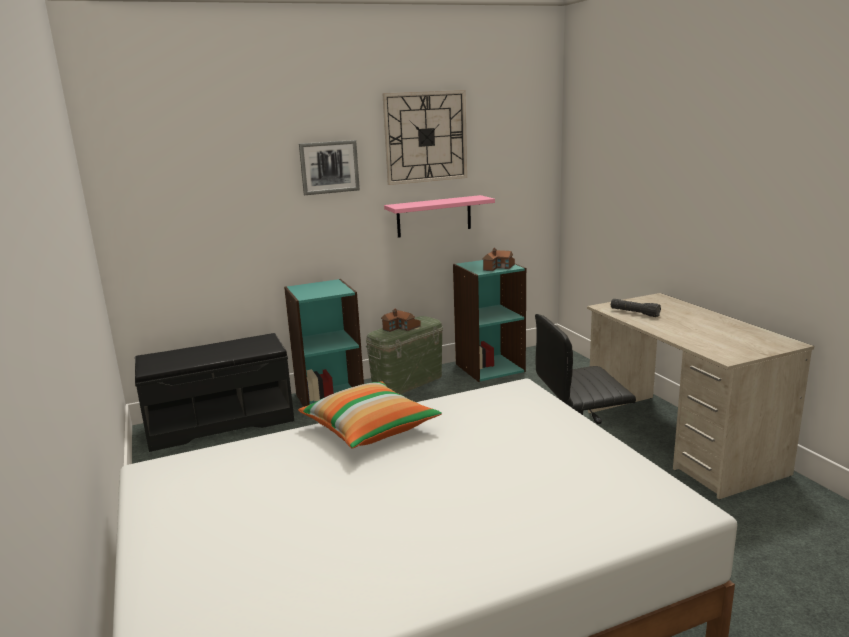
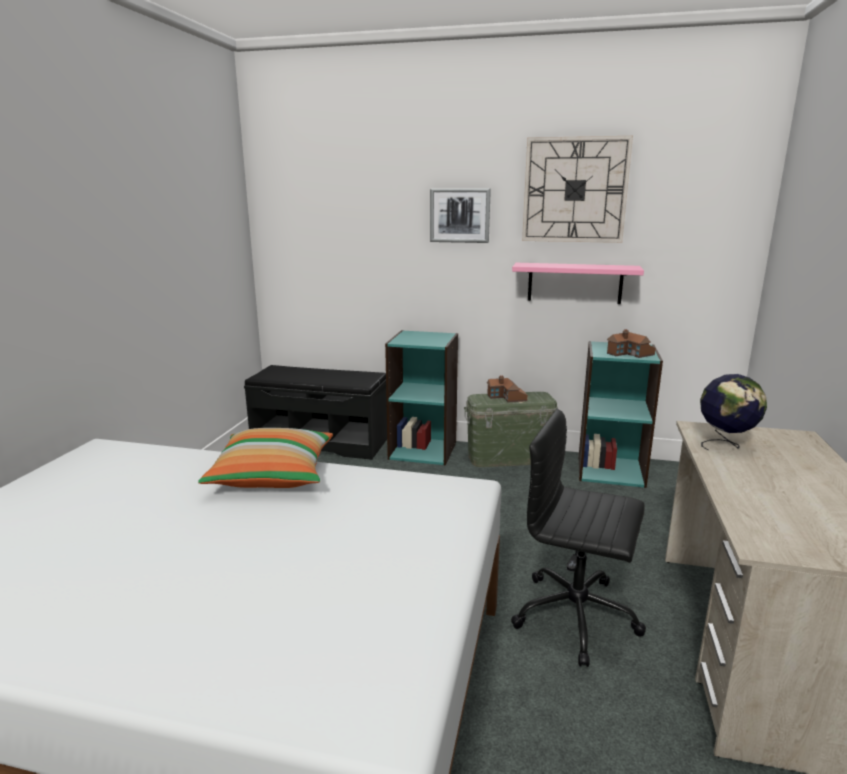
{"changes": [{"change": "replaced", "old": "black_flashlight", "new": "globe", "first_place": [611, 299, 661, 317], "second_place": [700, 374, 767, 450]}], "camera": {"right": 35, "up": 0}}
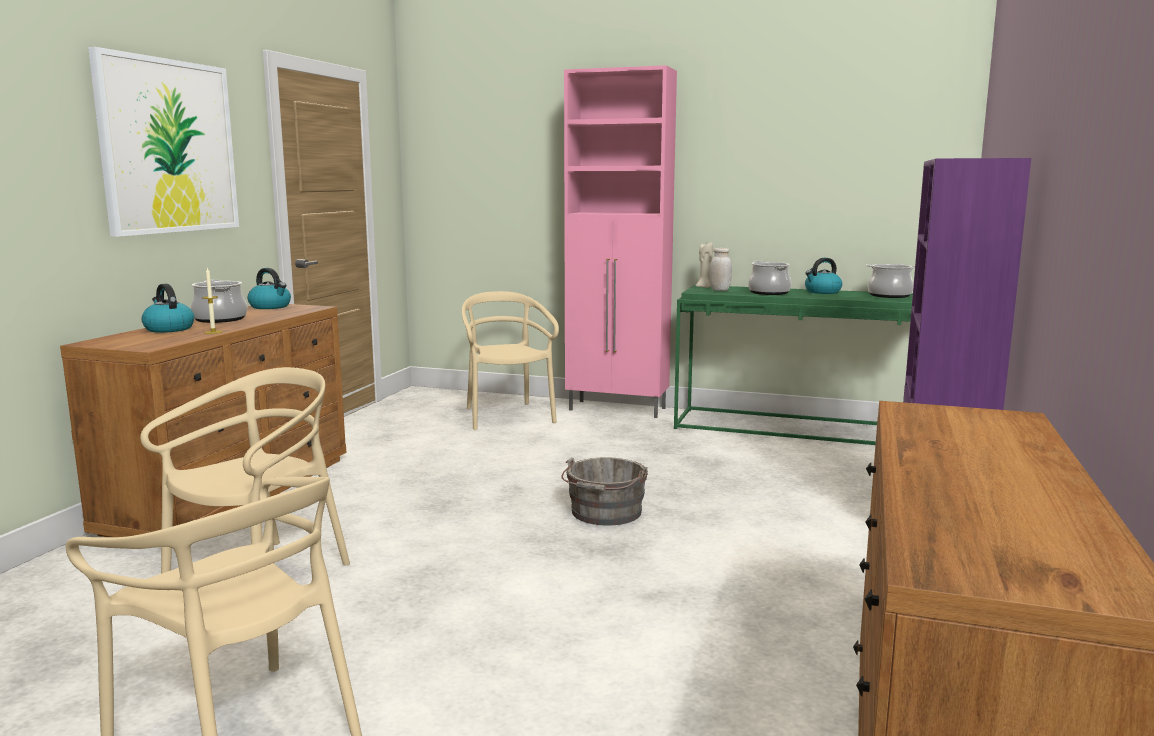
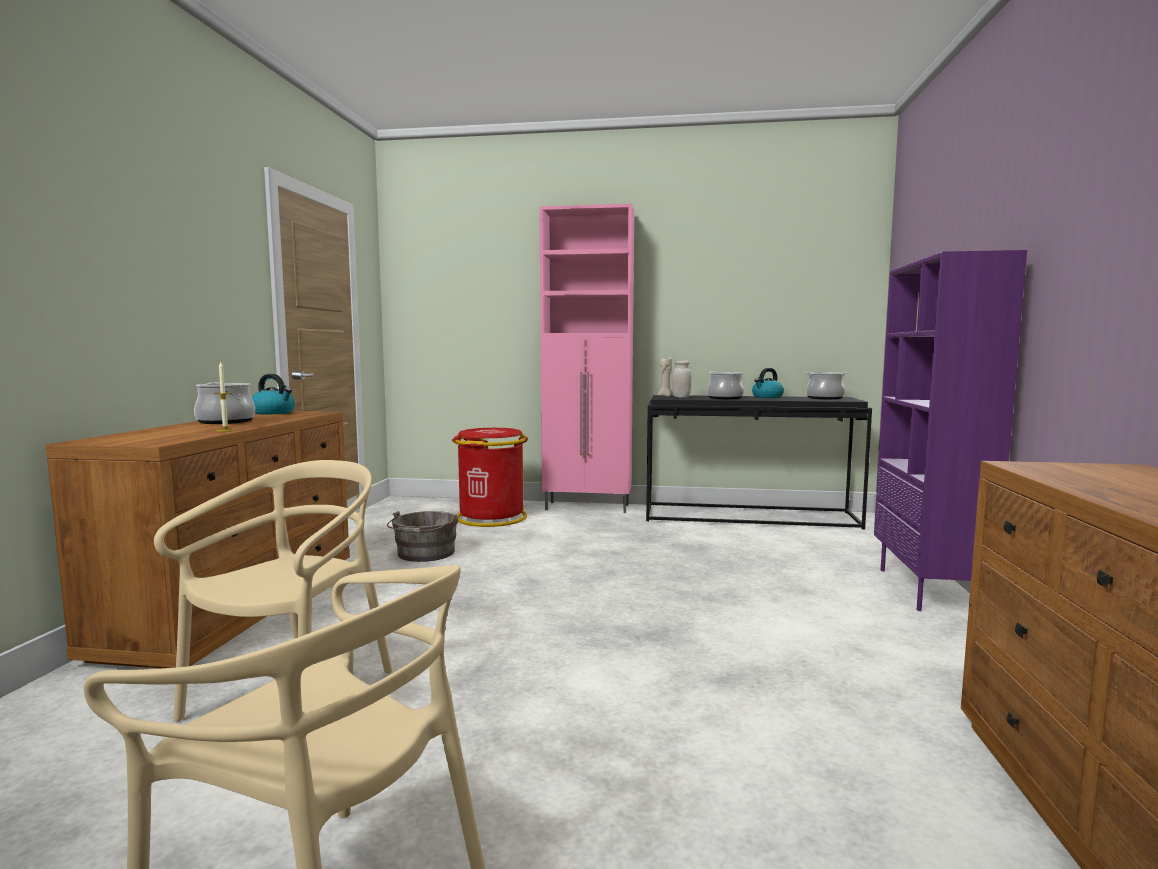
{"changes": [{"change": "removed", "old": "picture", "first_place": [88, 47, 239, 237]}, {"change": "removed", "old": "kettle", "first_place": [141, 284, 194, 333]}, {"change": "replaced", "old": "beige_chair", "new": "red_trash_can", "first_place": [462, 291, 559, 430], "second_place": [452, 428, 528, 527]}, {"change": "moved", "old": "grey_bucket", "first_place": [561, 457, 648, 526], "second_place": [387, 511, 458, 562]}, {"change": "recoloured", "old": "green_console_table", "new": "black_console_table", "first_place": [674, 285, 913, 445], "second_place": [646, 395, 872, 530]}], "camera": {"right": -10, "up": -5}}
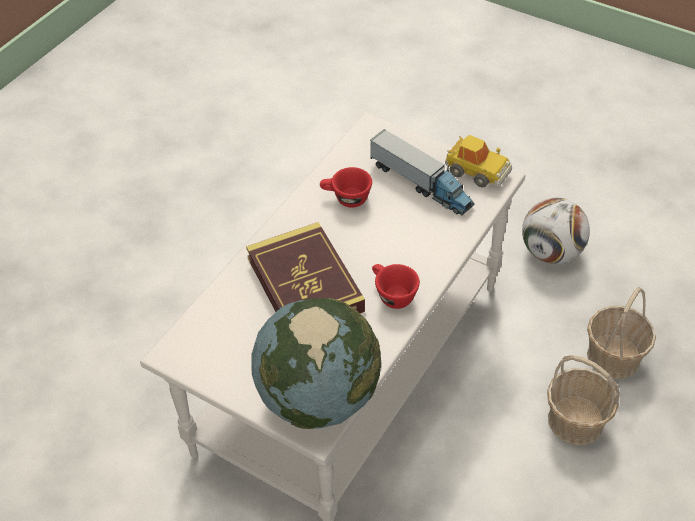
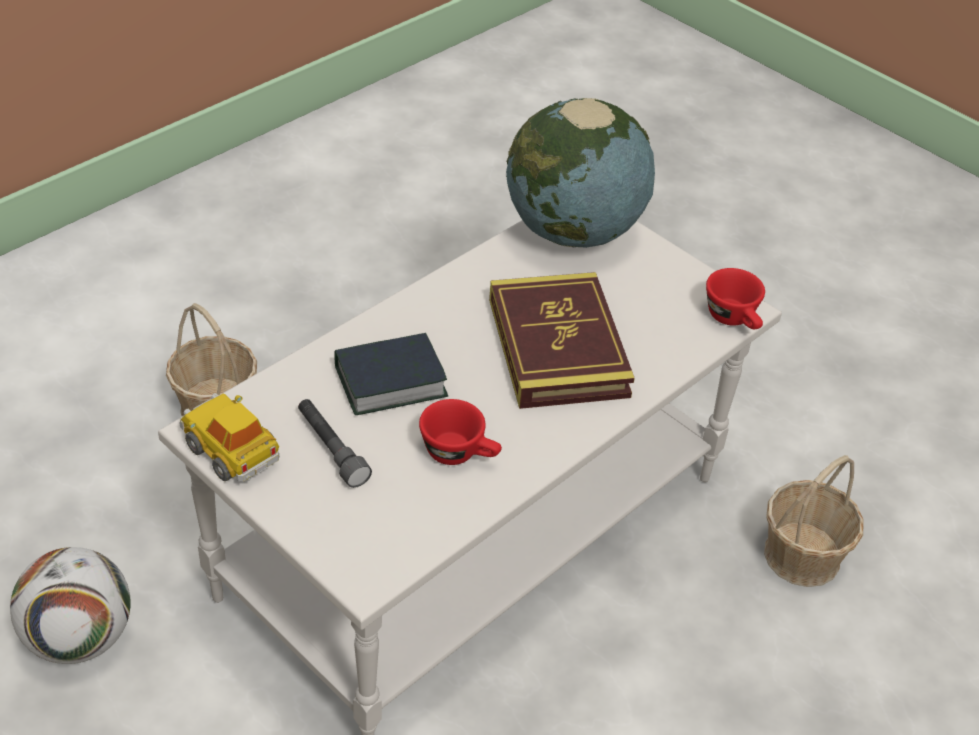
{"changes": [{"change": "replaced", "old": "toy_truck", "new": "grey_flashlight", "first_place": [370, 129, 475, 215], "second_place": [298, 399, 372, 488]}, {"change": "moved", "old": "red_cup", "first_place": [372, 264, 420, 309], "second_place": [706, 268, 765, 329]}, {"change": "moved", "old": "basket", "first_place": [587, 287, 656, 379], "second_place": [764, 455, 864, 587]}, {"change": "added", "new": "book", "second_place": [334, 333, 448, 415]}], "camera": {"right": -170, "up": -5}}
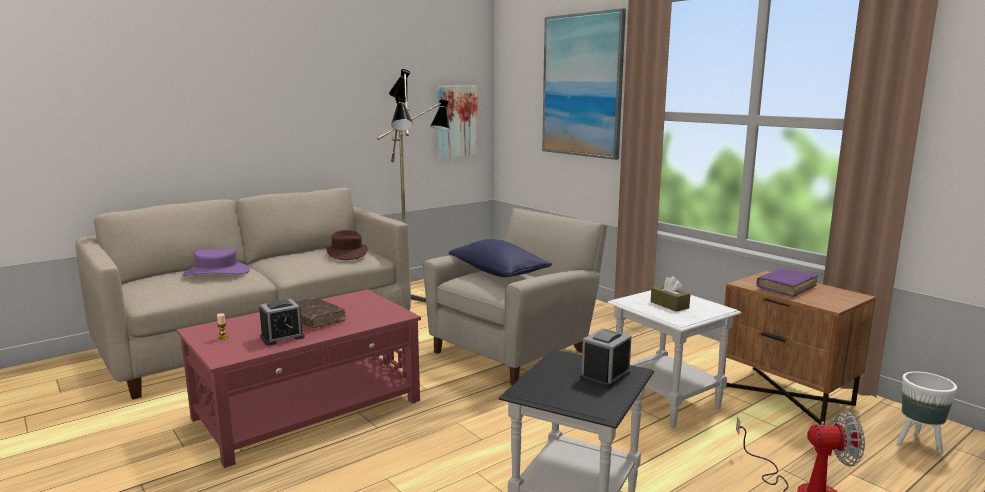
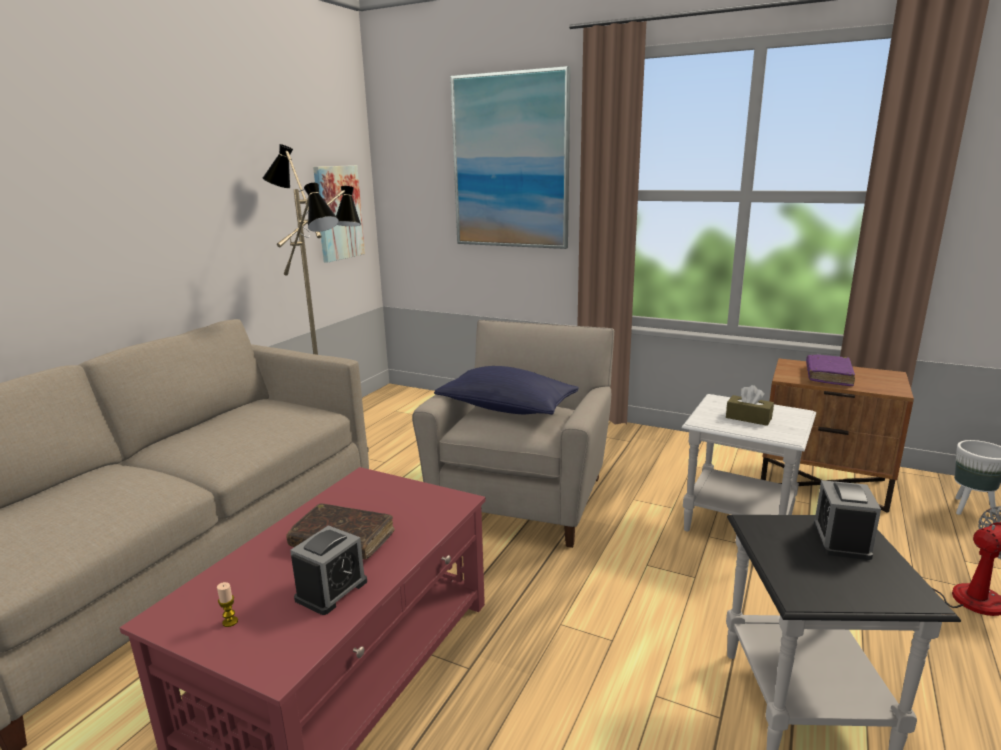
{"changes": [{"change": "removed", "old": "purple_hat", "first_place": [183, 249, 250, 276]}, {"change": "removed", "old": "brown_hat", "first_place": [326, 230, 368, 260]}], "camera": {"right": -25, "up": 5}}
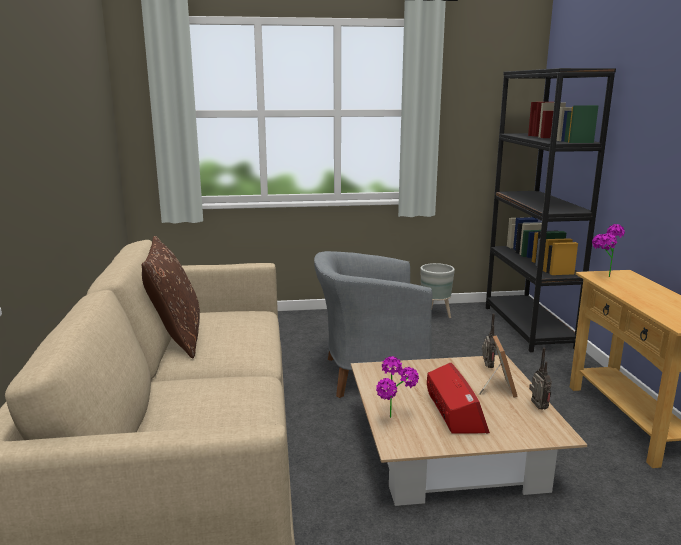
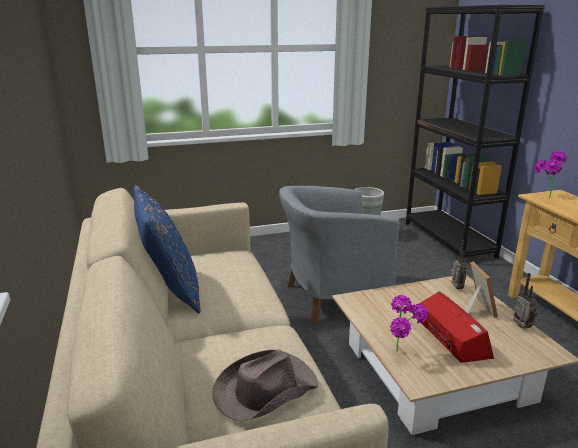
{"changes": [{"change": "recoloured", "old": "brown_pillow", "new": "blue_pillow", "first_place": [141, 236, 200, 359], "second_place": [134, 185, 201, 313]}, {"change": "added", "new": "brown_hat", "second_place": [212, 350, 318, 422]}], "camera": {"right": -10, "up": 5}}
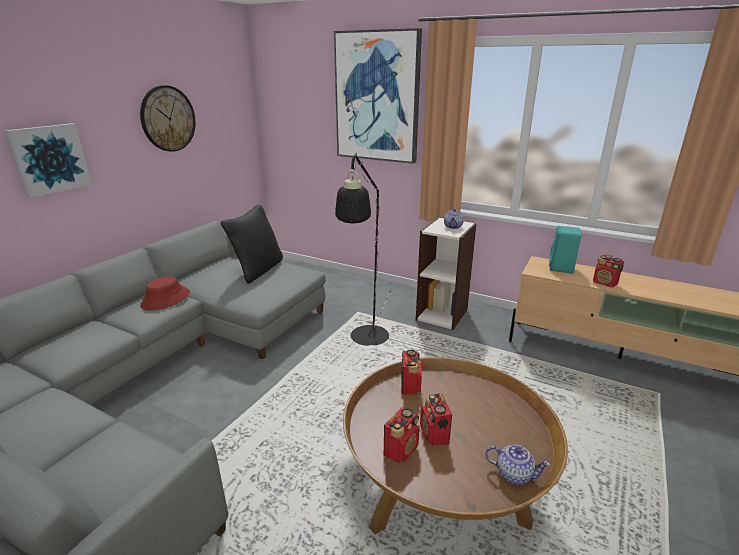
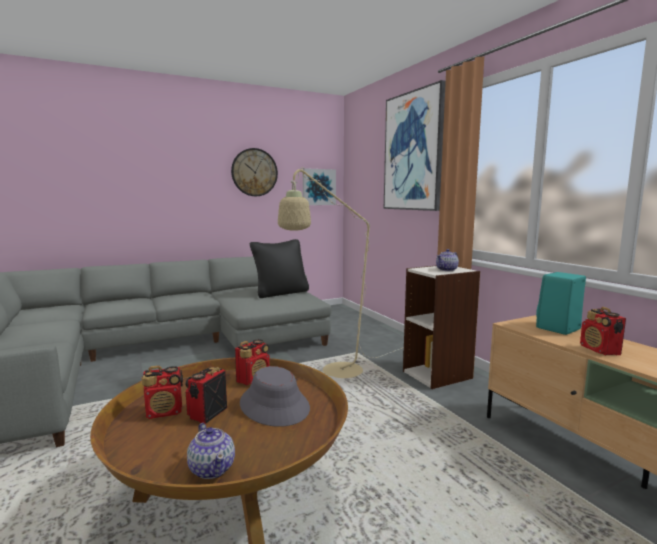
{"changes": [{"change": "moved", "old": "picture", "first_place": [5, 123, 92, 198], "second_place": [303, 168, 336, 205]}, {"change": "removed", "old": "red_hat", "first_place": [140, 276, 190, 310]}, {"change": "recoloured", "old": "black_floor_lamp", "new": "beige_floor_lamp", "first_place": [335, 153, 391, 346], "second_place": [278, 167, 404, 378]}, {"change": "added", "new": "grey_hat", "second_place": [240, 366, 310, 427]}], "camera": {"right": 35, "up": -15}}
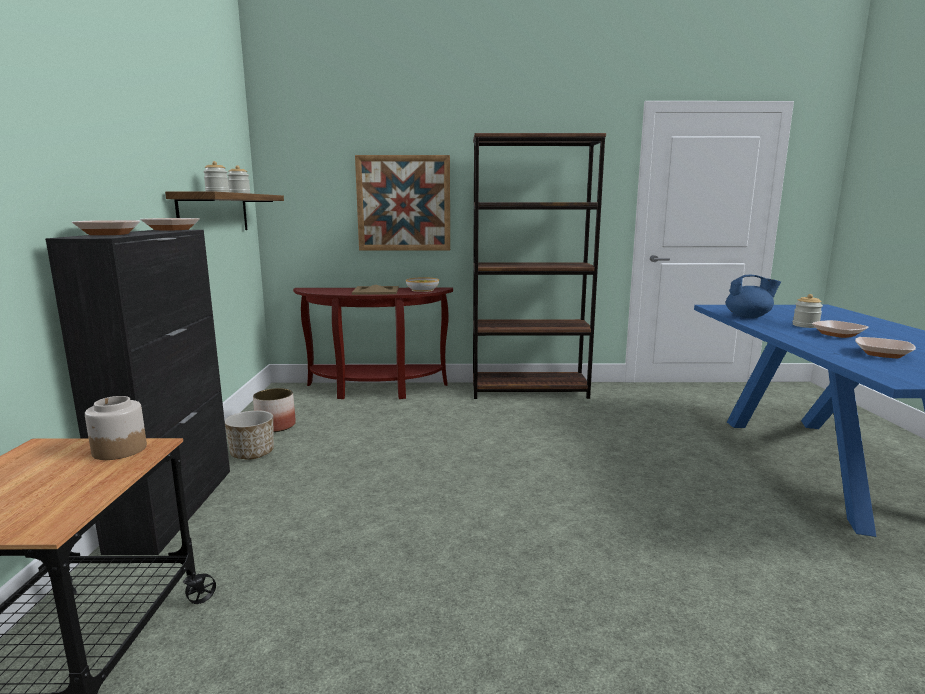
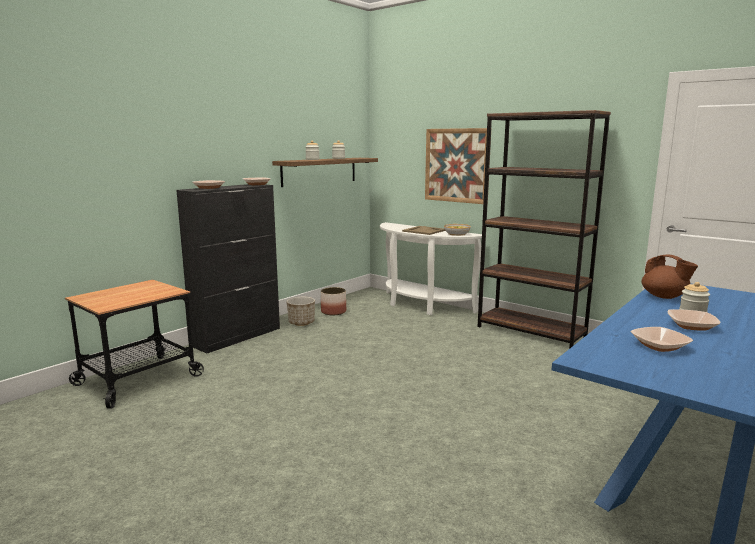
{"changes": [{"change": "removed", "old": "jar", "first_place": [85, 396, 147, 460]}, {"change": "recoloured", "old": "brown_console_table", "new": "white_console_table", "first_place": [293, 288, 453, 399], "second_place": [380, 222, 482, 315]}, {"change": "recoloured", "old": "blue_teapot", "new": "brown_teapot", "first_place": [726, 275, 781, 318], "second_place": [641, 255, 698, 299]}], "camera": {"right": 40, "up": 0}}
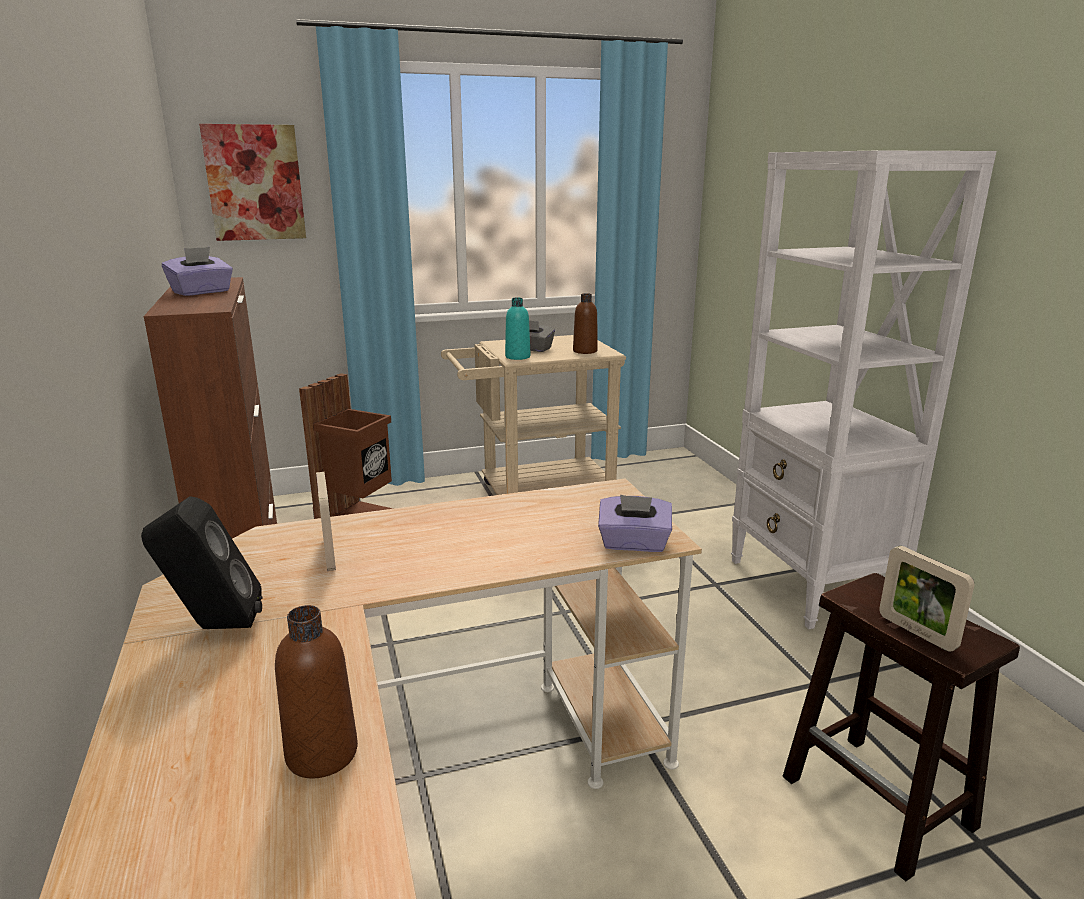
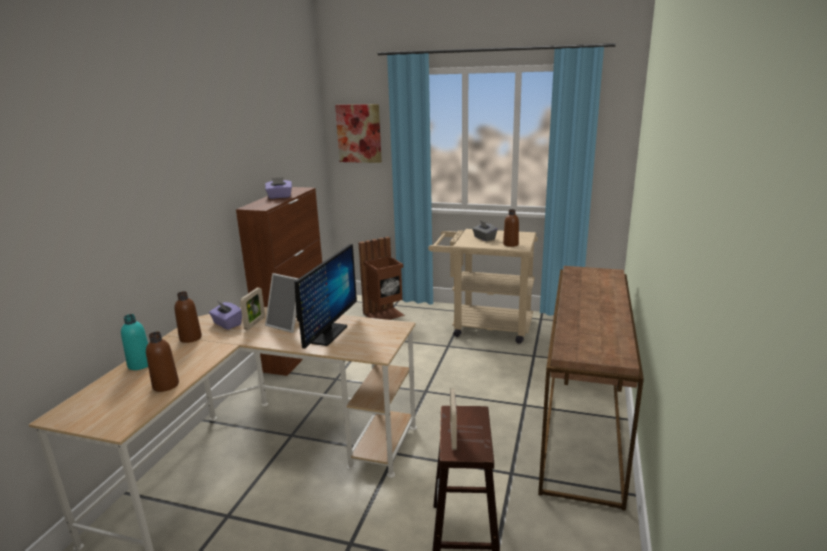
{"changes": [{"change": "replaced", "old": "black_speaker", "new": "brown_bottle", "first_place": [141, 496, 262, 629], "second_place": [174, 291, 202, 343]}, {"change": "moved", "old": "turquoise_bottle", "first_place": [505, 297, 530, 360], "second_place": [121, 314, 148, 370]}, {"change": "moved", "old": "purple_tissue_box", "first_place": [598, 495, 672, 552], "second_place": [209, 302, 242, 330]}, {"change": "replaced", "old": "white_bookcase", "new": "brown_console_table", "first_place": [731, 150, 996, 629], "second_place": [538, 266, 644, 511]}, {"change": "added", "new": "picture_frame", "second_place": [265, 273, 299, 333]}, {"change": "added", "new": "monitor", "second_place": [294, 244, 357, 349]}], "camera": {"right": 35, "up": 0}}
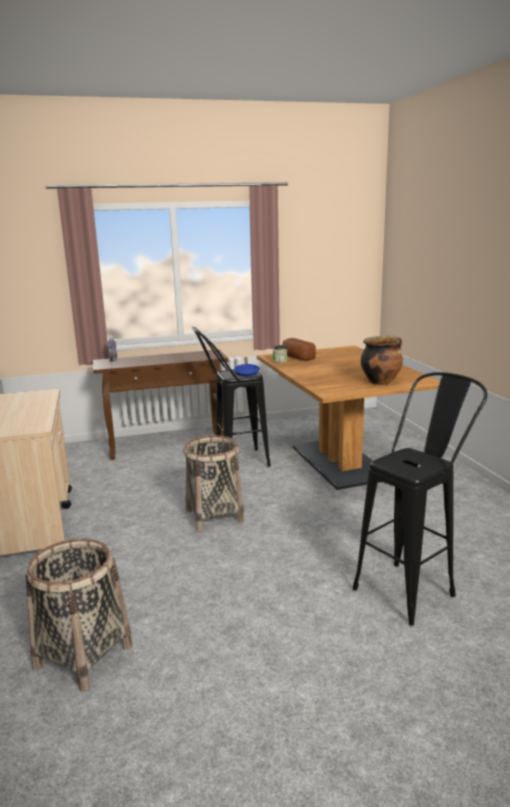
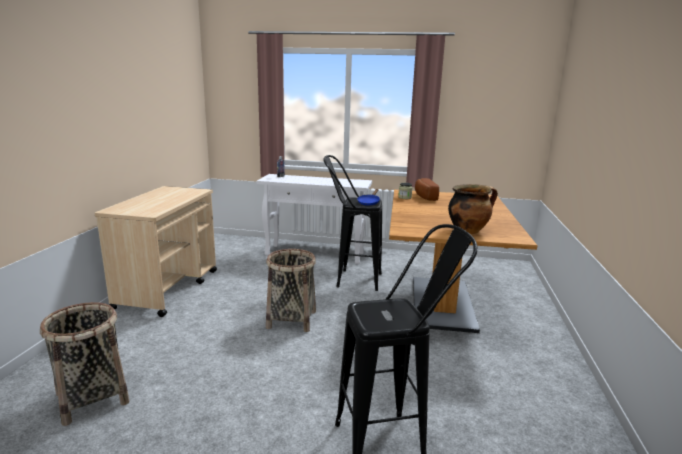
{"changes": [{"change": "recoloured", "old": "brown_console_table", "new": "white_console_table", "first_place": [93, 349, 228, 460], "second_place": [257, 174, 372, 264]}], "camera": {"right": 25, "up": 0}}
